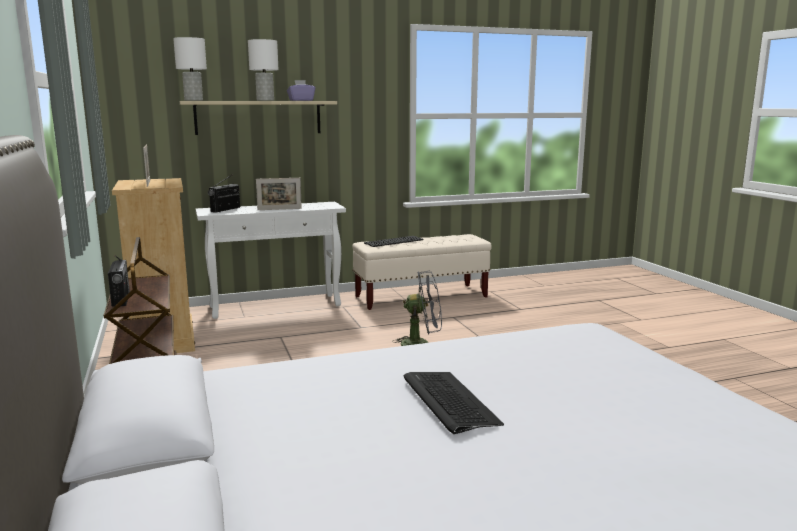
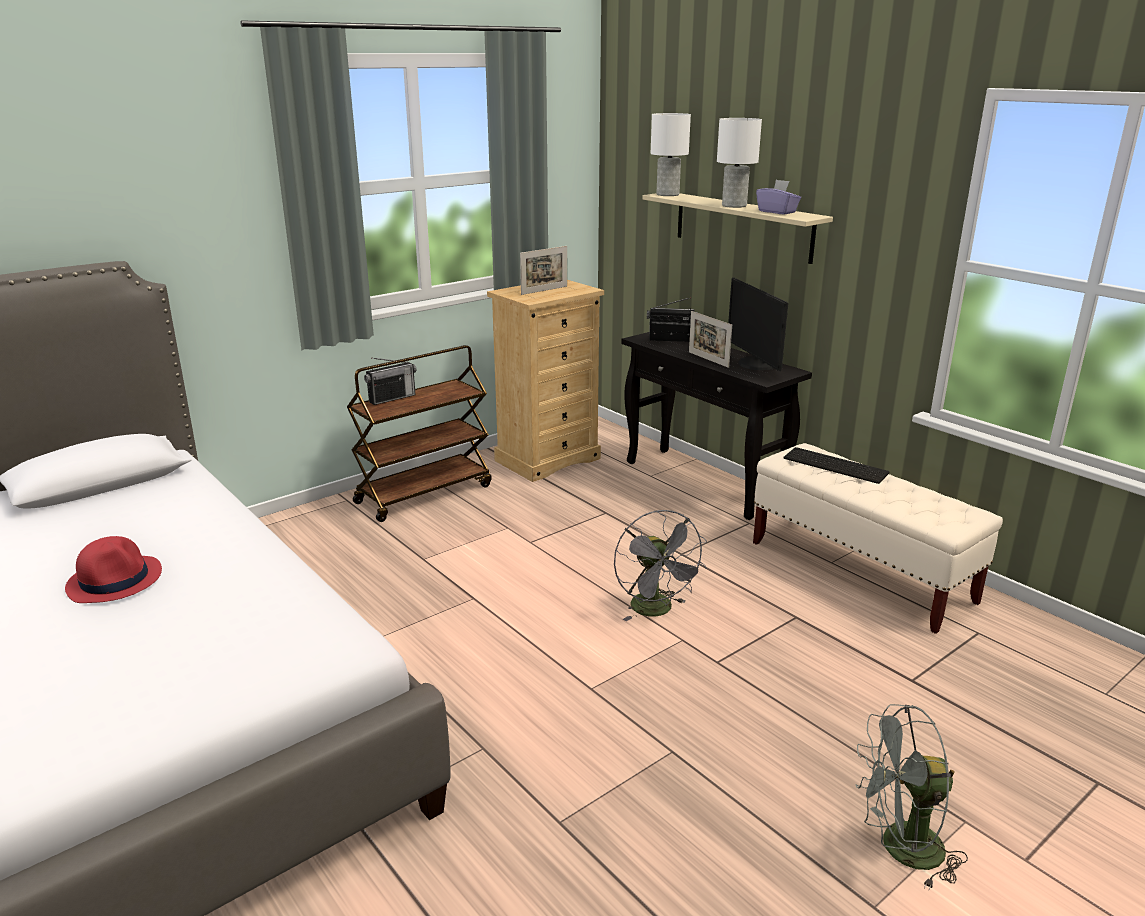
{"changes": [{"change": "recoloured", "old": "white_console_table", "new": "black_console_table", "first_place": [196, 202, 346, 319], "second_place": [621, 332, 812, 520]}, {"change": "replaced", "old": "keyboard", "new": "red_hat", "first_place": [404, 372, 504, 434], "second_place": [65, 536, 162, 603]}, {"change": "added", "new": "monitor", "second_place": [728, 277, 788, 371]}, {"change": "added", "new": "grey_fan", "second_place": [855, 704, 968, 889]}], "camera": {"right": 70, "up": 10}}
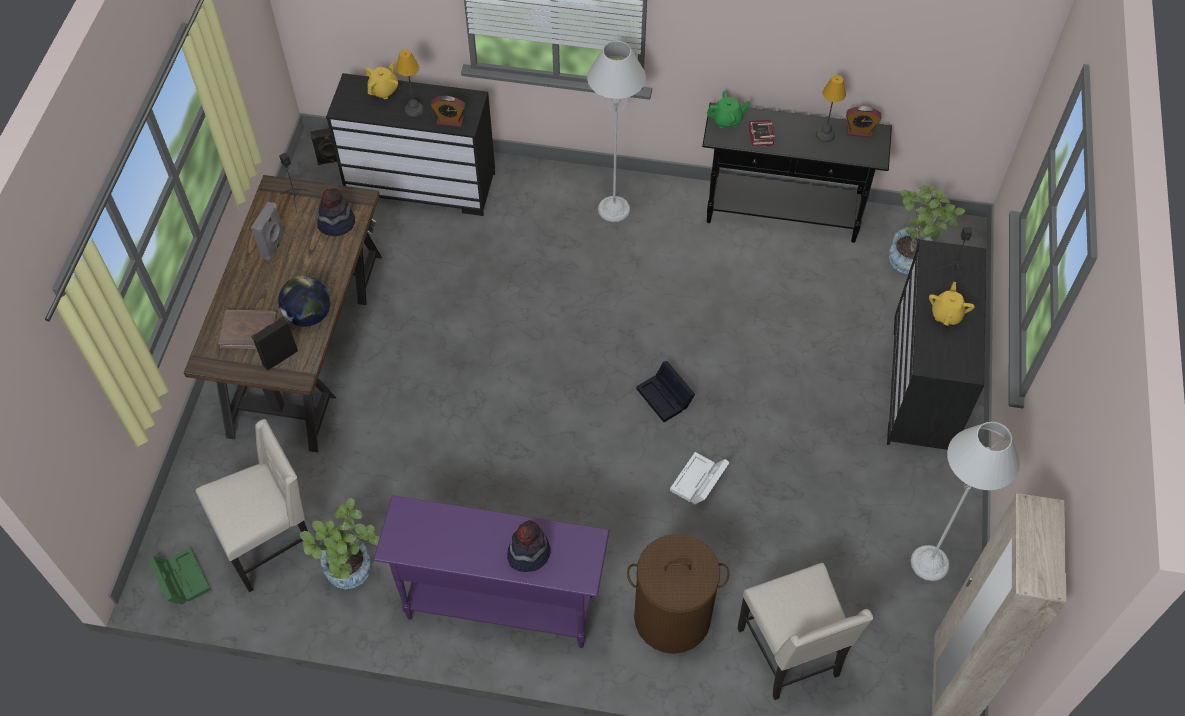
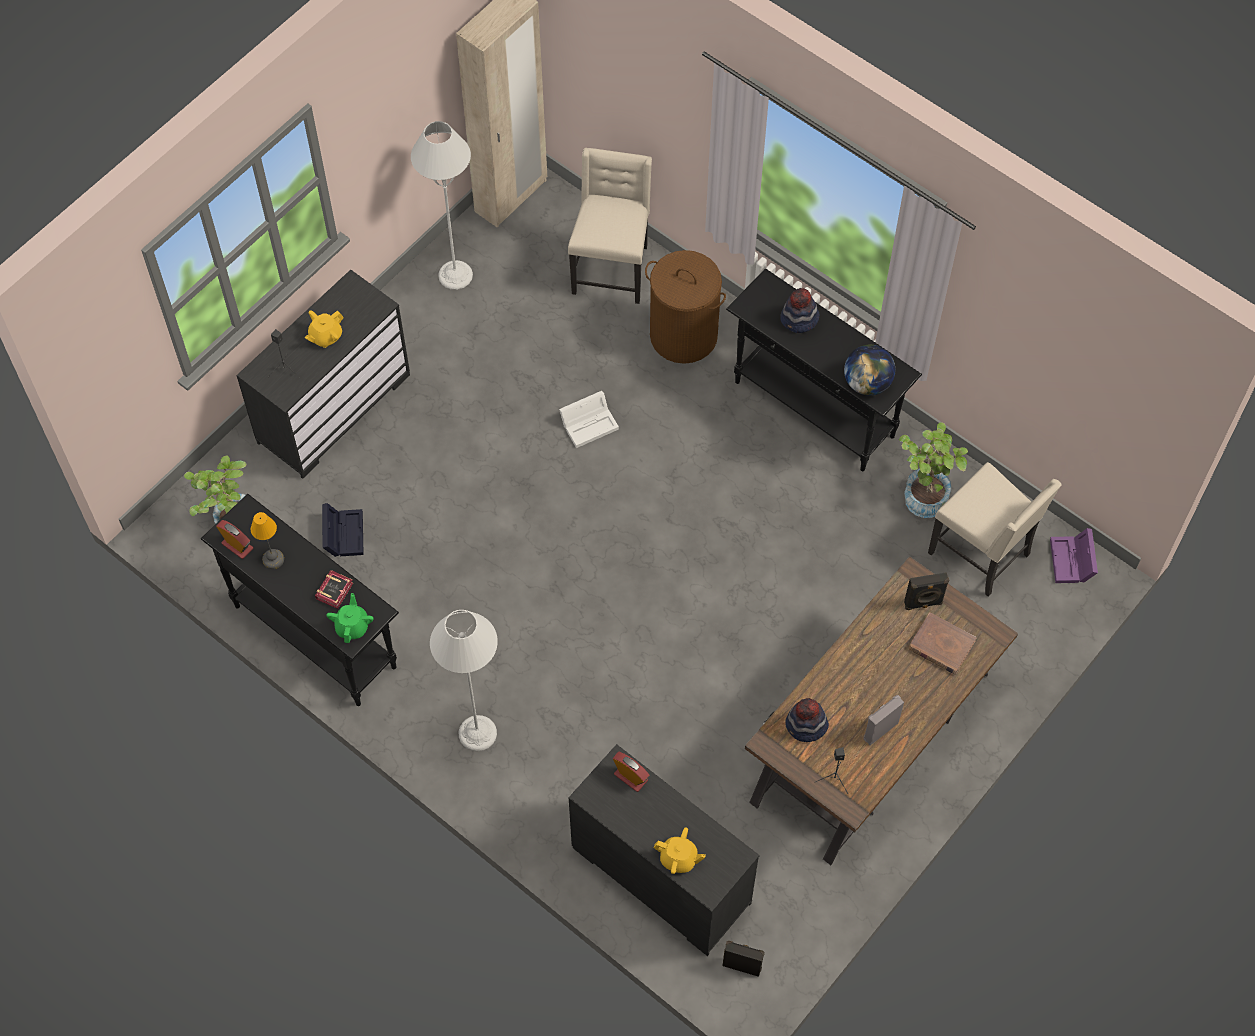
{"changes": [{"change": "recoloured", "old": "green_storage_box", "new": "purple_storage_box", "first_place": [148, 547, 211, 605], "second_place": [1050, 528, 1098, 583]}, {"change": "turned", "old": "beige_chair", "first_place": [196, 419, 308, 592], "second_place": [928, 462, 1062, 597], "degrees": -135}, {"change": "moved", "old": "globe", "first_place": [278, 275, 331, 327], "second_place": [844, 345, 895, 396]}, {"change": "turned", "old": "yellow_teapot", "first_place": [365, 61, 398, 99], "second_place": [654, 827, 706, 874], "degrees": -135}, {"change": "recoloured", "old": "purple_console_table", "new": "black_console_table", "first_place": [374, 495, 610, 648], "second_place": [726, 269, 922, 471]}, {"change": "removed", "old": "table_lamp", "first_place": [396, 49, 424, 117]}, {"change": "moved", "old": "black_storage_box", "first_place": [636, 361, 695, 422], "second_place": [322, 503, 364, 557]}, {"change": "turned", "old": "green_teapot", "first_place": [707, 91, 750, 128], "second_place": [326, 593, 374, 643], "degrees": 75}], "camera": {"right": -150, "up": 5}}
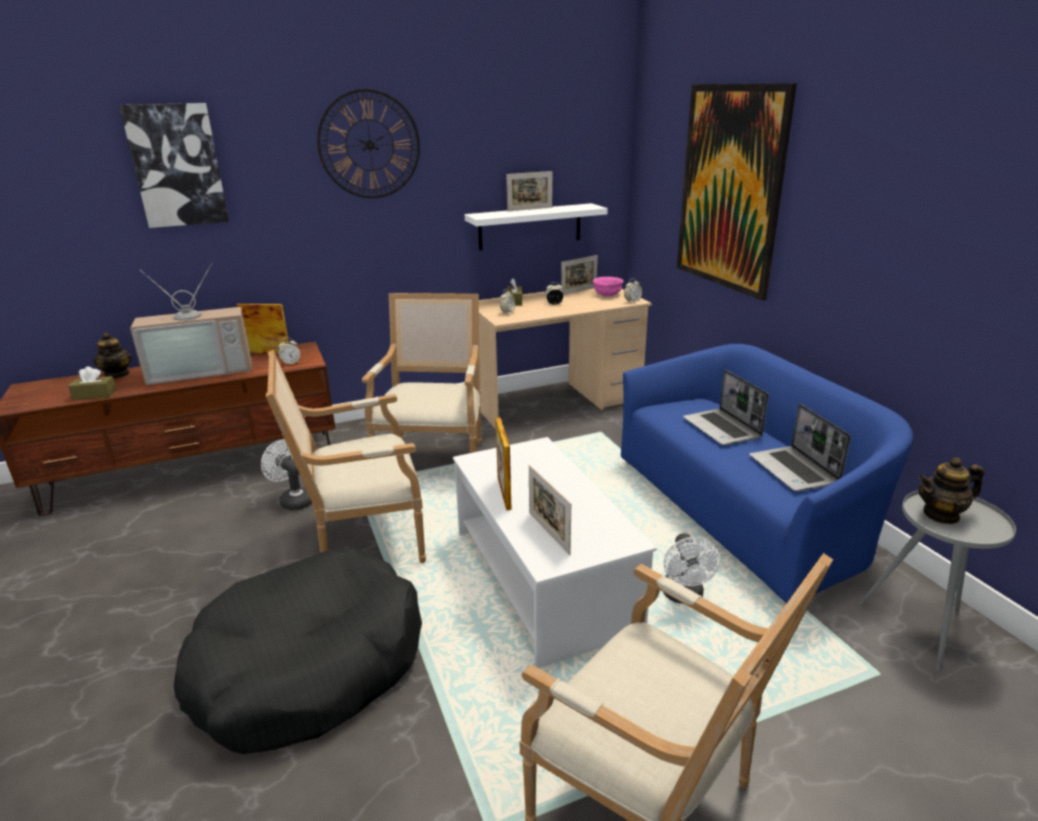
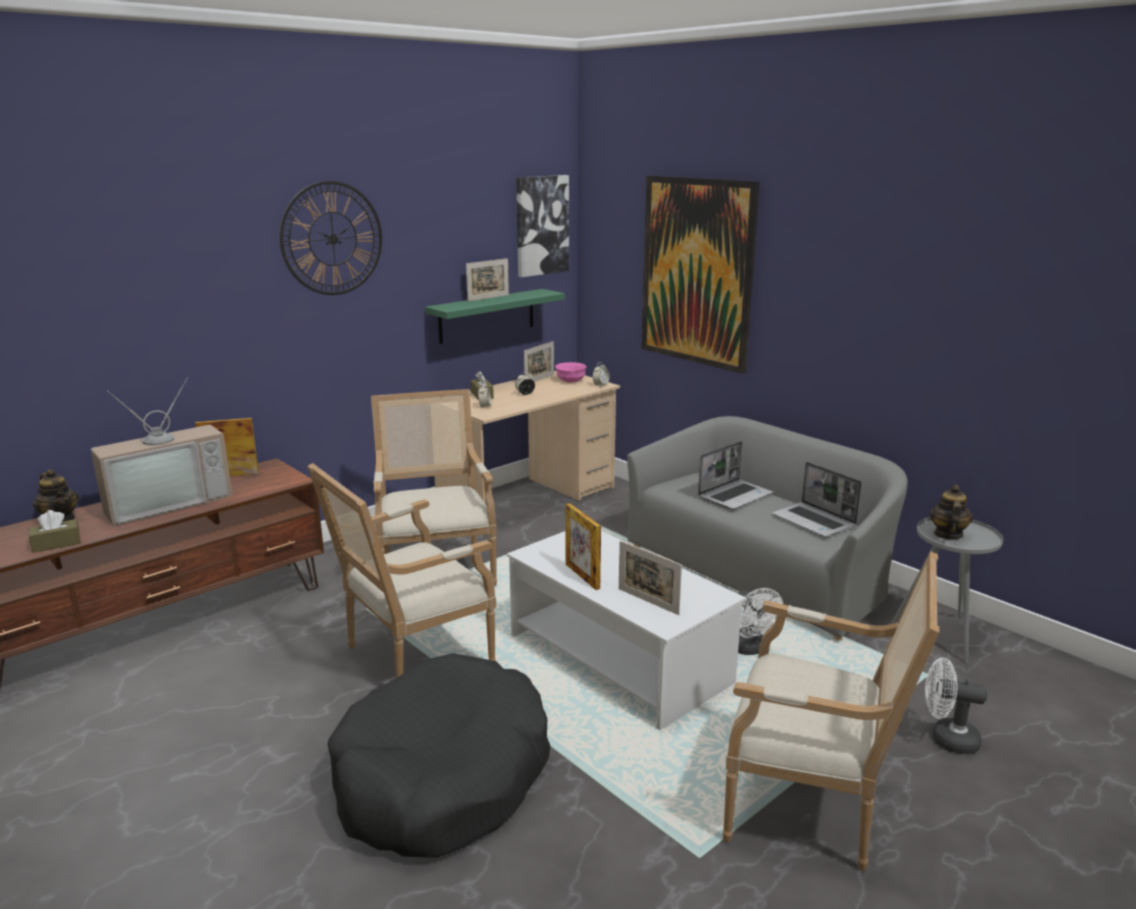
{"changes": [{"change": "moved", "old": "picture", "first_place": [119, 103, 229, 228], "second_place": [516, 175, 569, 277]}, {"change": "moved", "old": "white_fan", "first_place": [261, 439, 312, 511], "second_place": [925, 658, 987, 754]}, {"change": "removed", "old": "alarm_clock", "first_place": [278, 338, 300, 365]}, {"change": "recoloured", "old": "white_shelf", "new": "green_shelf", "first_place": [465, 203, 608, 250], "second_place": [425, 289, 565, 344]}, {"change": "recoloured", "old": "blue_sofa", "new": "grey_sofa", "first_place": [621, 344, 913, 605], "second_place": [627, 416, 908, 641]}, {"change": "turned", "old": "laptop", "first_place": [683, 370, 769, 445], "second_place": [698, 441, 773, 509], "degrees": -90}, {"change": "turned", "old": "teapot", "first_place": [918, 458, 984, 524], "second_place": [929, 485, 973, 539], "degrees": 135}], "camera": {"right": -20, "up": -5}}
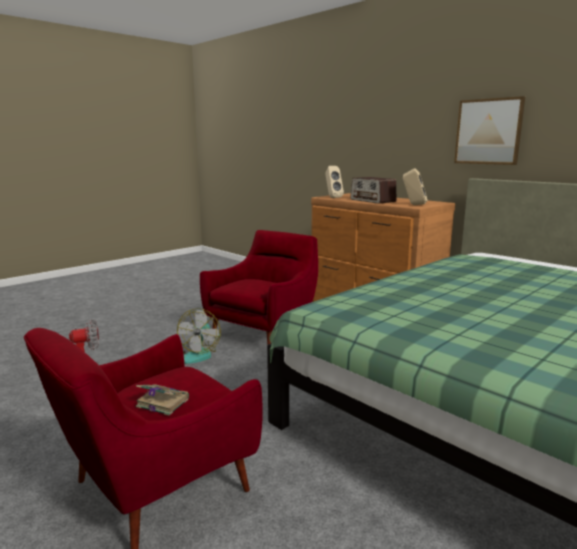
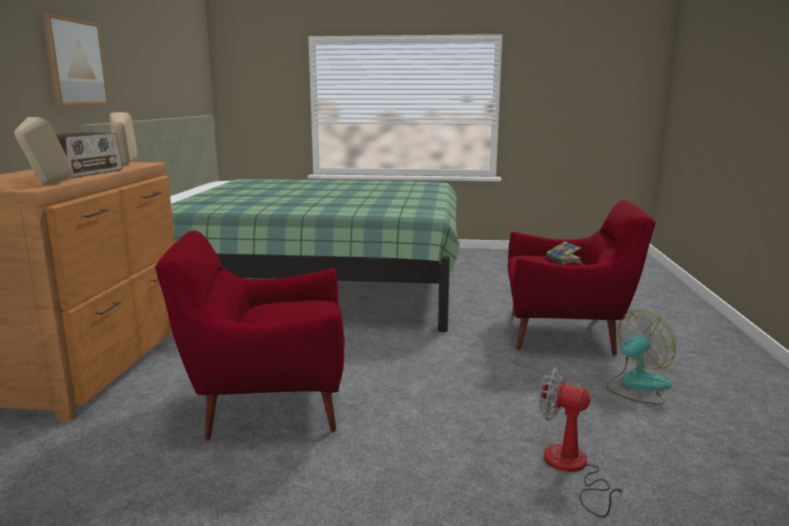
{"changes": [{"change": "moved", "old": "fan", "first_place": [177, 308, 221, 364], "second_place": [606, 310, 676, 405]}], "camera": {"right": -130, "up": 0}}
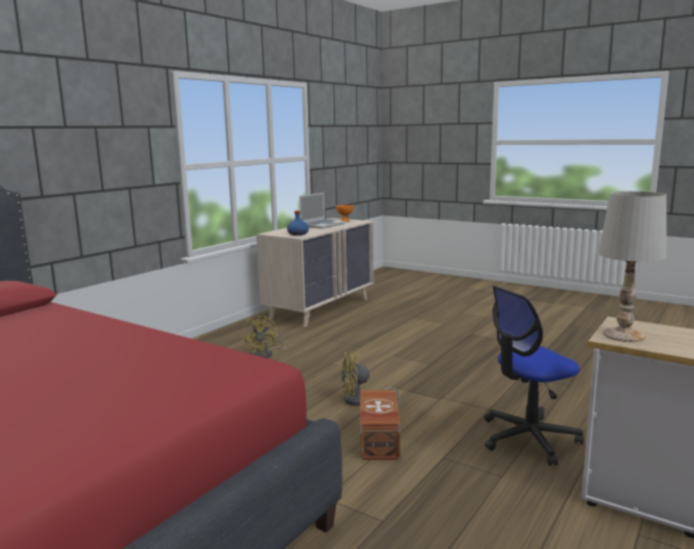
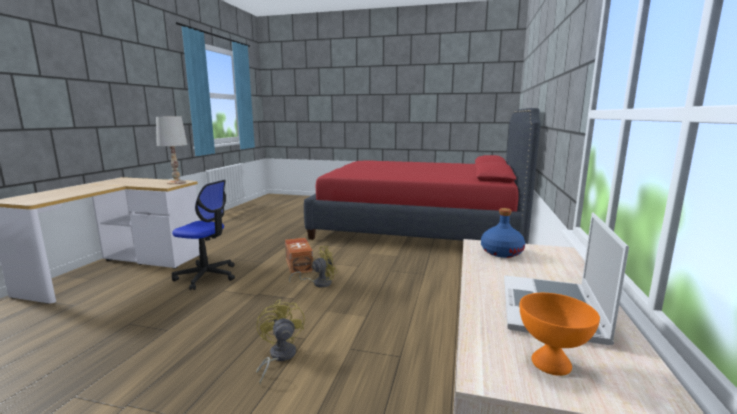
{"changes": [{"change": "moved", "old": "yellow_fan", "first_place": [242, 314, 286, 358], "second_place": [256, 299, 305, 384]}, {"change": "turned", "old": "office_chair", "first_place": [484, 286, 584, 466], "second_place": [172, 180, 235, 290], "degrees": 60}], "camera": {"right": 160, "up": 0}}
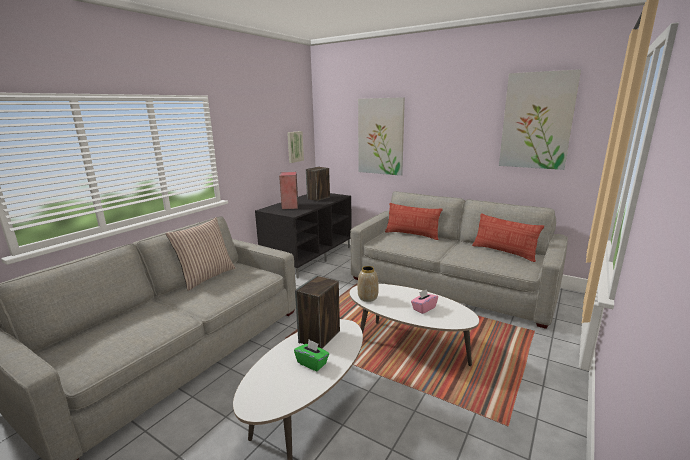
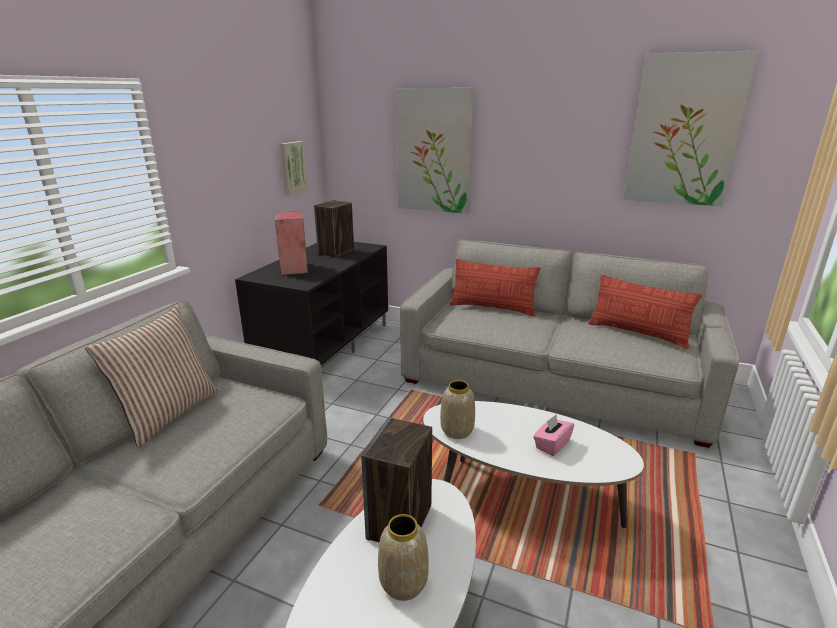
{"changes": [{"change": "replaced", "old": "green_tissue_box", "new": "vase", "first_place": [294, 340, 329, 371], "second_place": [378, 514, 429, 601]}], "camera": {"right": -10, "up": 5}}
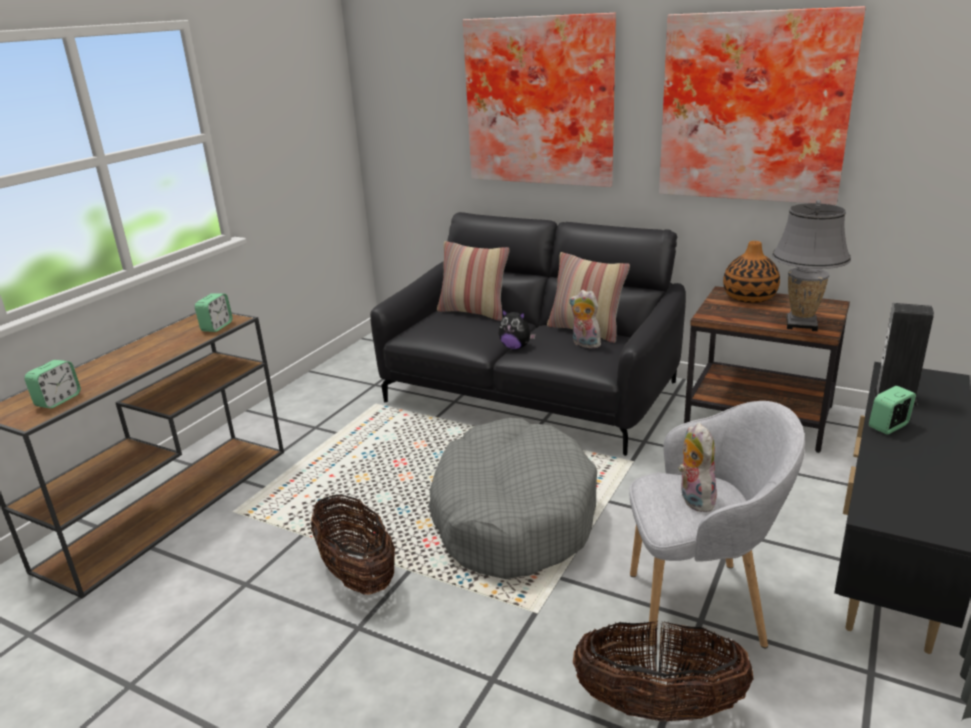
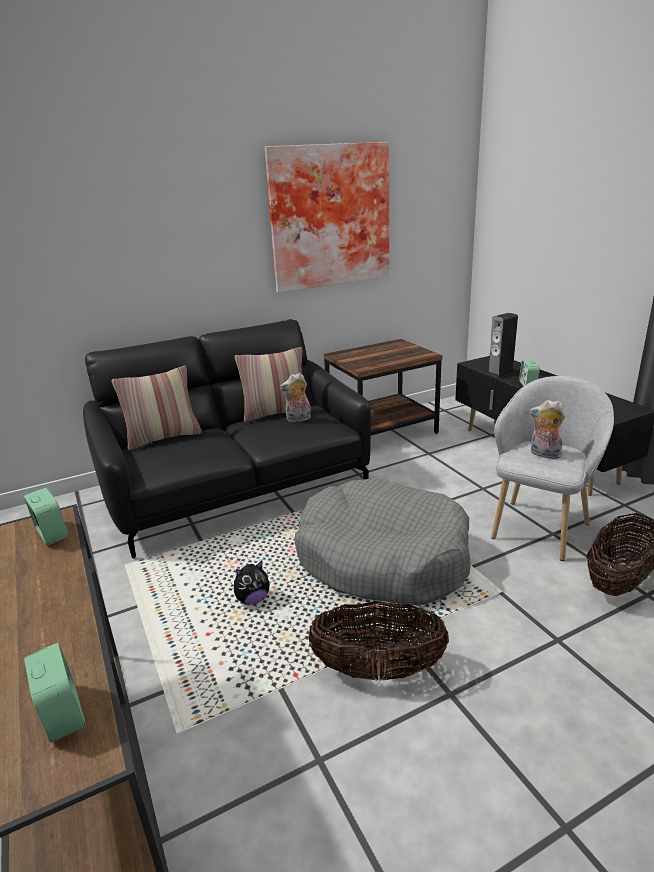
{"changes": [{"change": "removed", "old": "picture", "first_place": [463, 13, 616, 187]}, {"change": "moved", "old": "plush_toy", "first_place": [498, 309, 536, 350], "second_place": [234, 561, 270, 605]}, {"change": "removed", "old": "vase", "first_place": [723, 241, 780, 303]}, {"change": "removed", "old": "grey_table_lamp", "first_place": [772, 200, 851, 331]}], "camera": {"right": -55, "up": 0}}
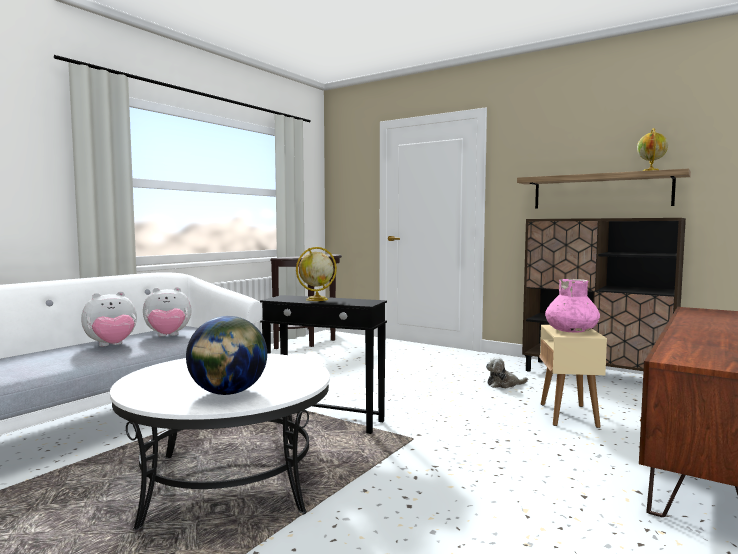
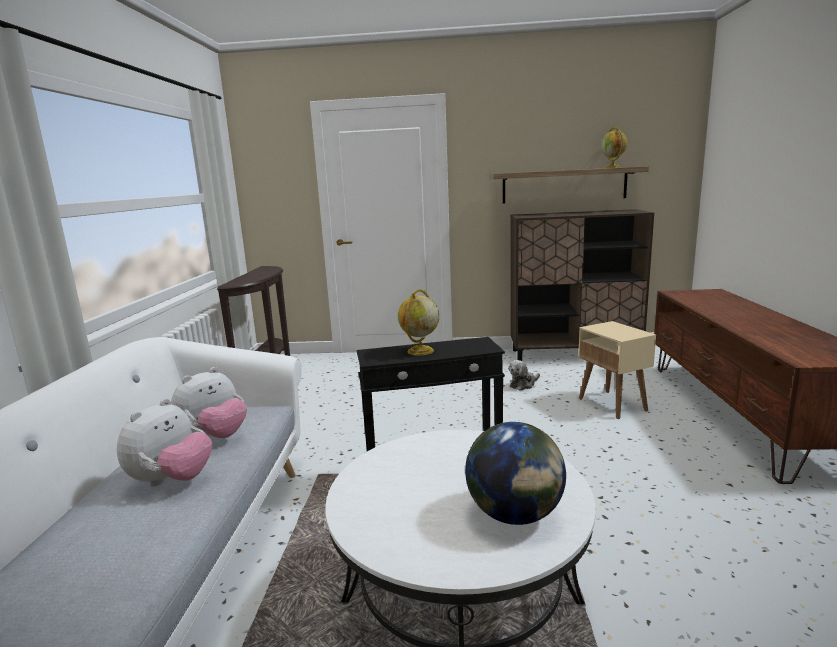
{"changes": [{"change": "removed", "old": "pink_vase", "first_place": [545, 279, 600, 333]}], "camera": {"right": -30, "up": 10}}
